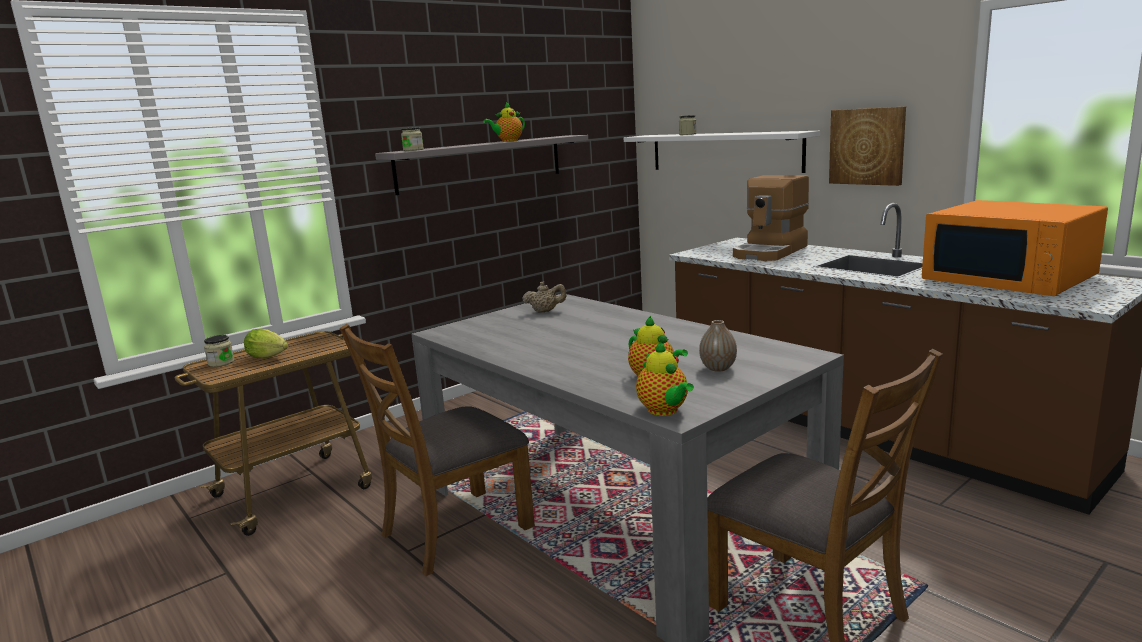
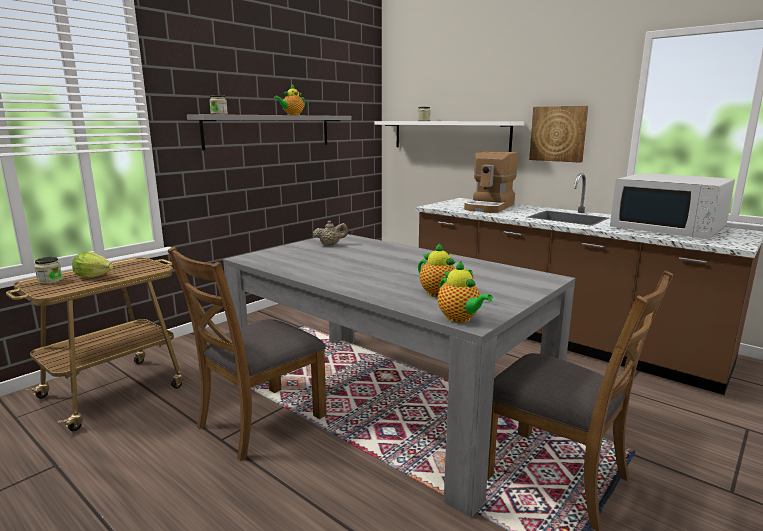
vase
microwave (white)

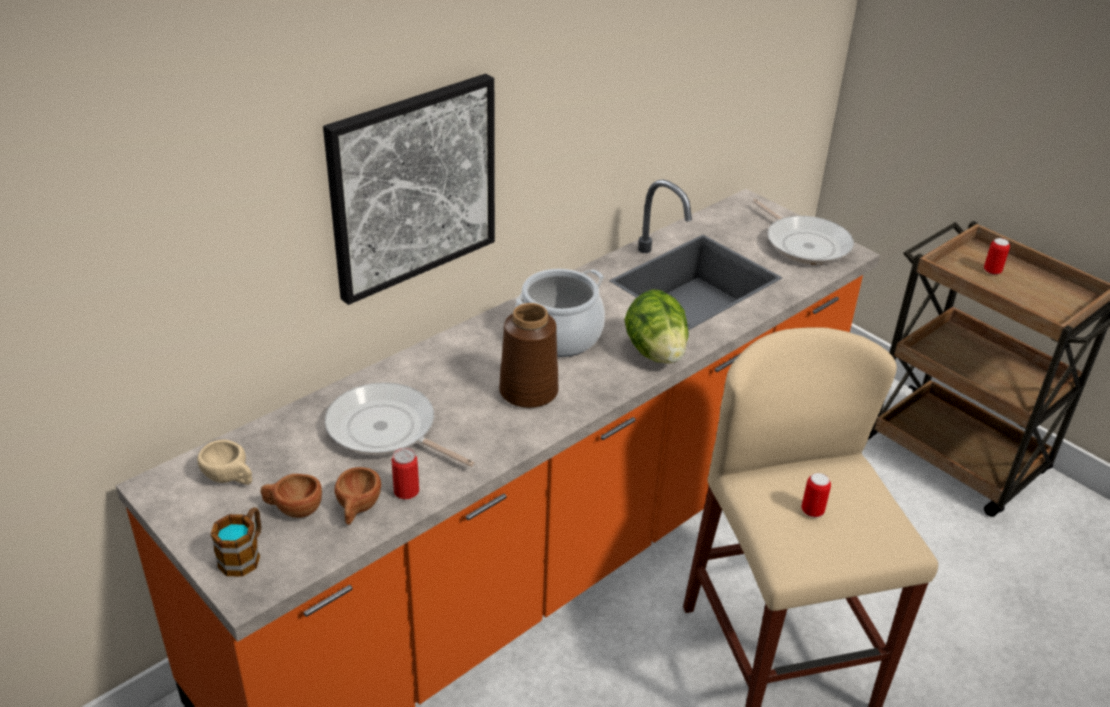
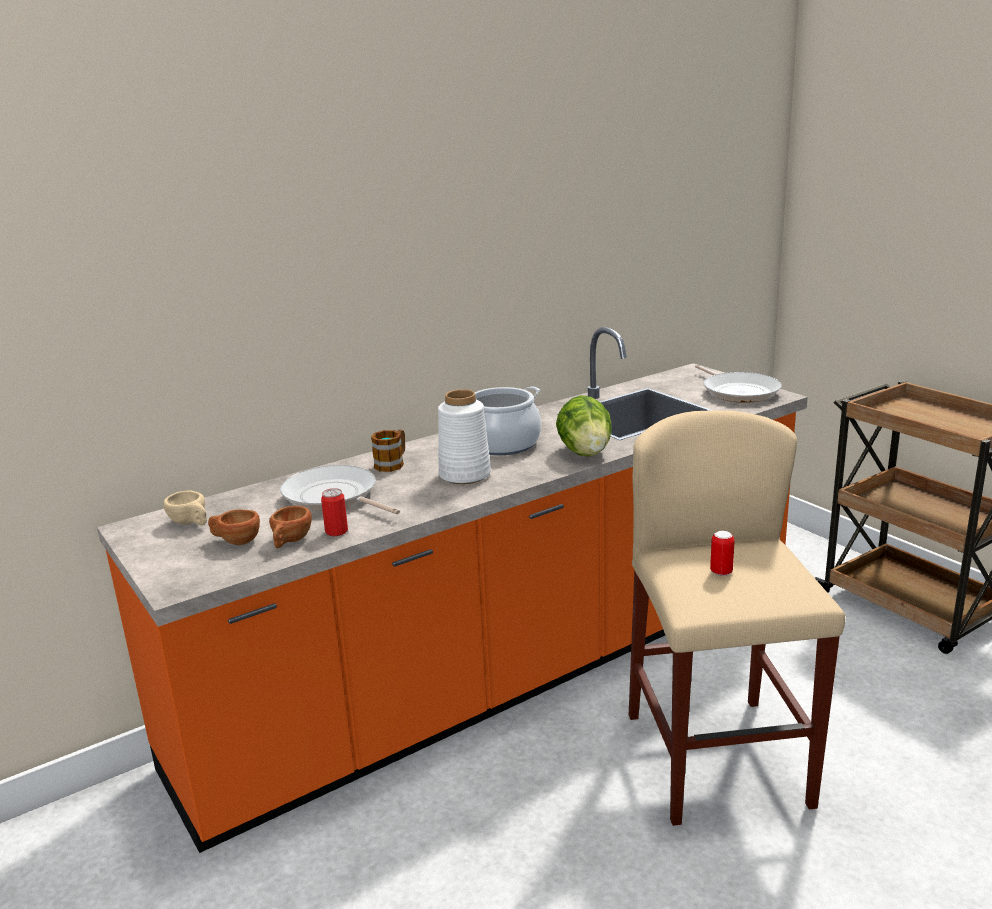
picture
can (no. 3 from left in the first image)
mug
vase (white)

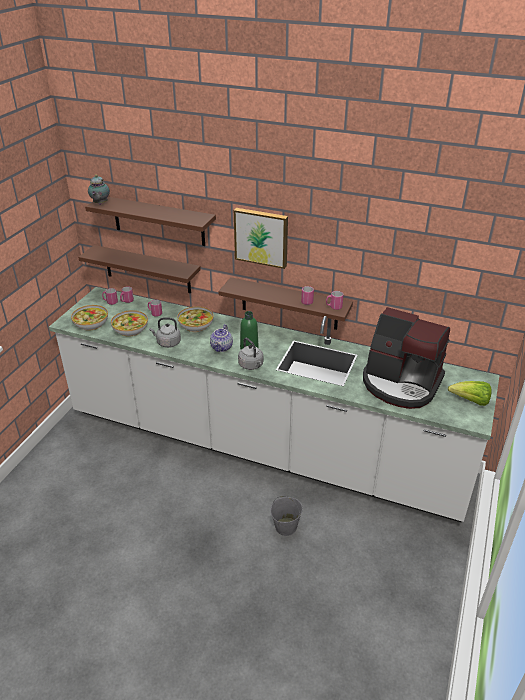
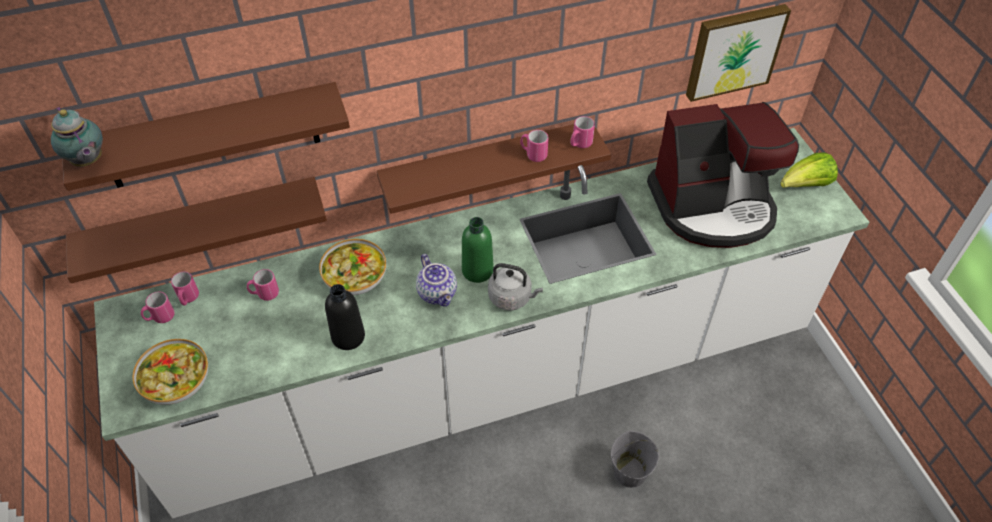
bowl (no. 2 from left in the first image)
picture
bottle (black)

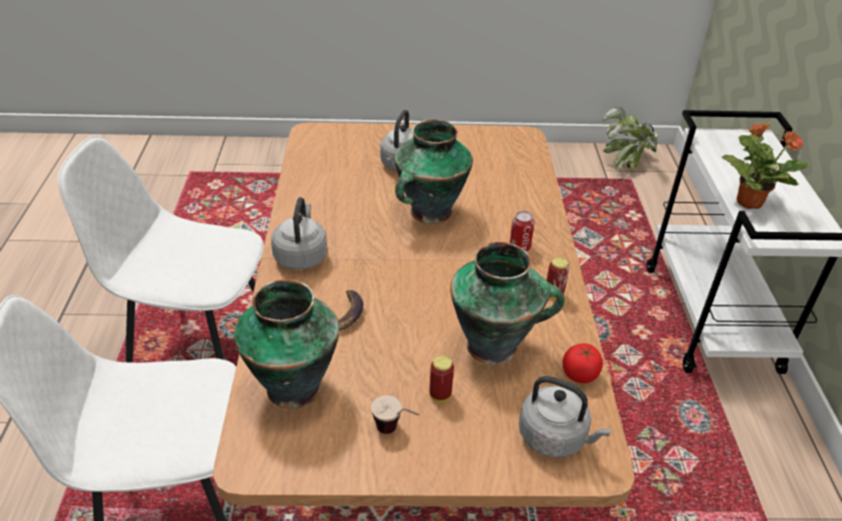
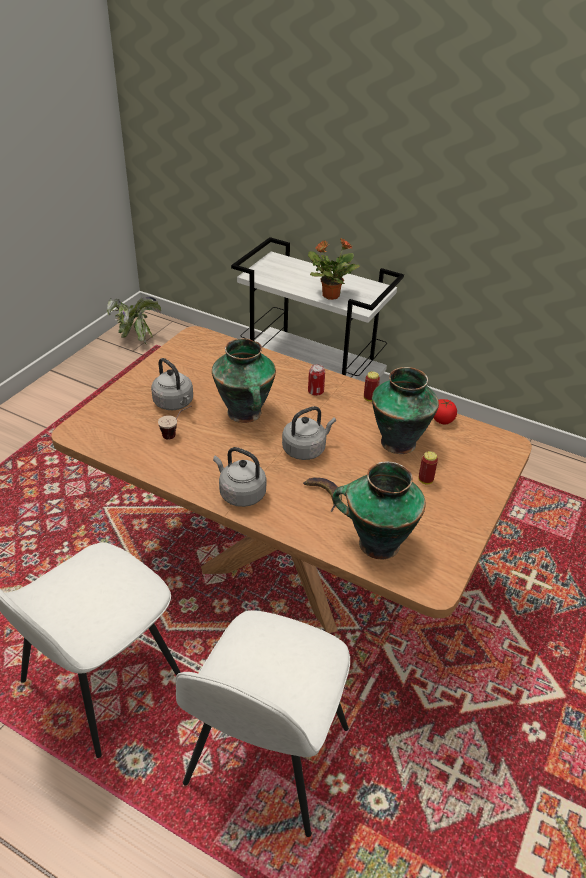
cup
kettle (grey) (no. 3 from left)

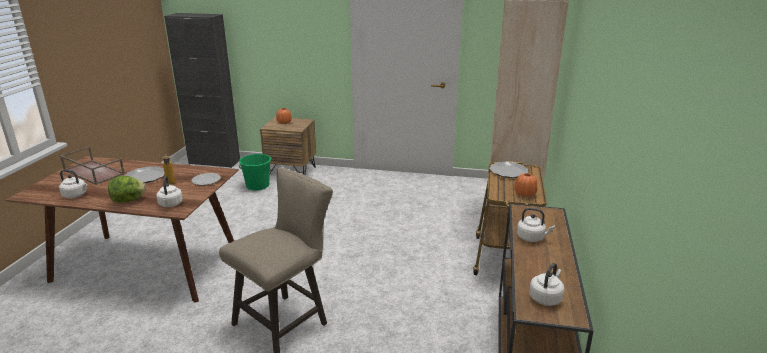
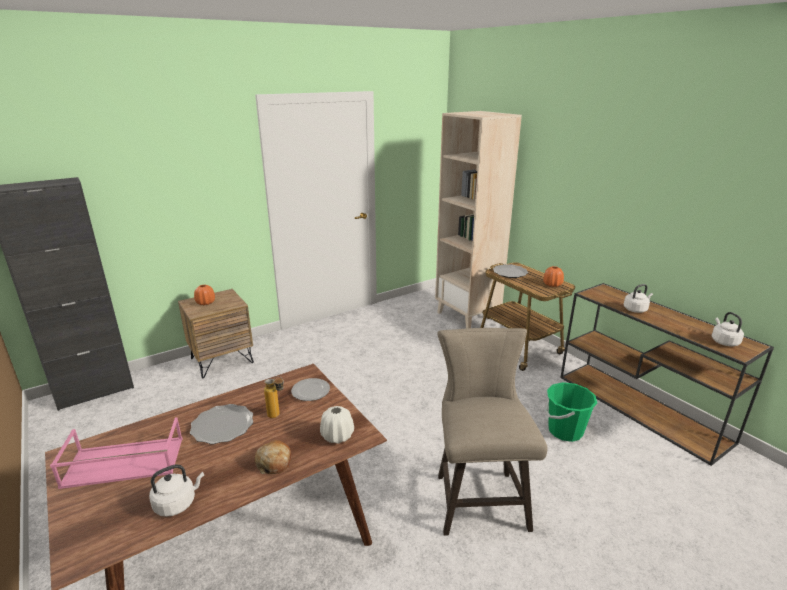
bucket (green)
bread
vase (white)
tray (pink)

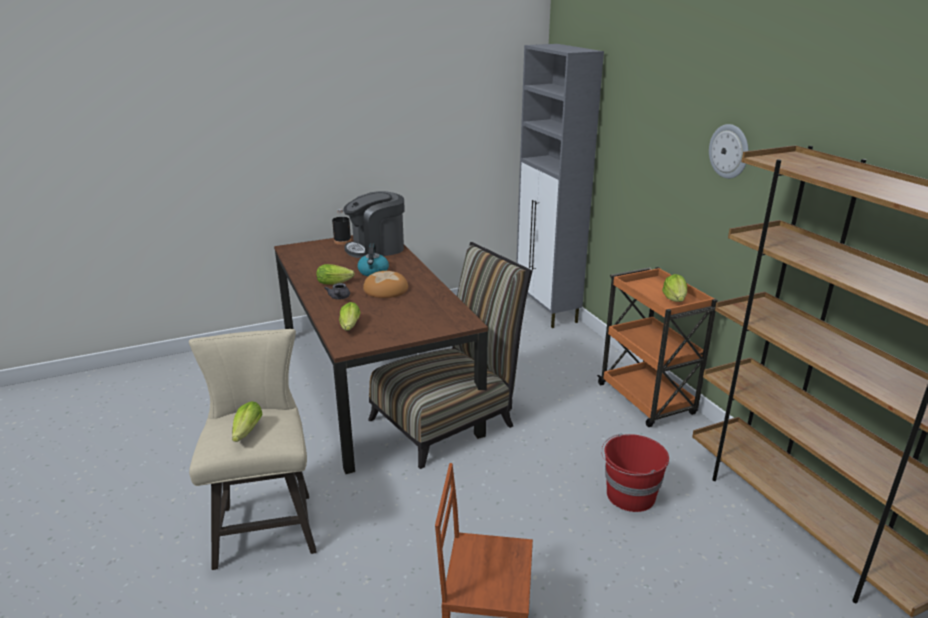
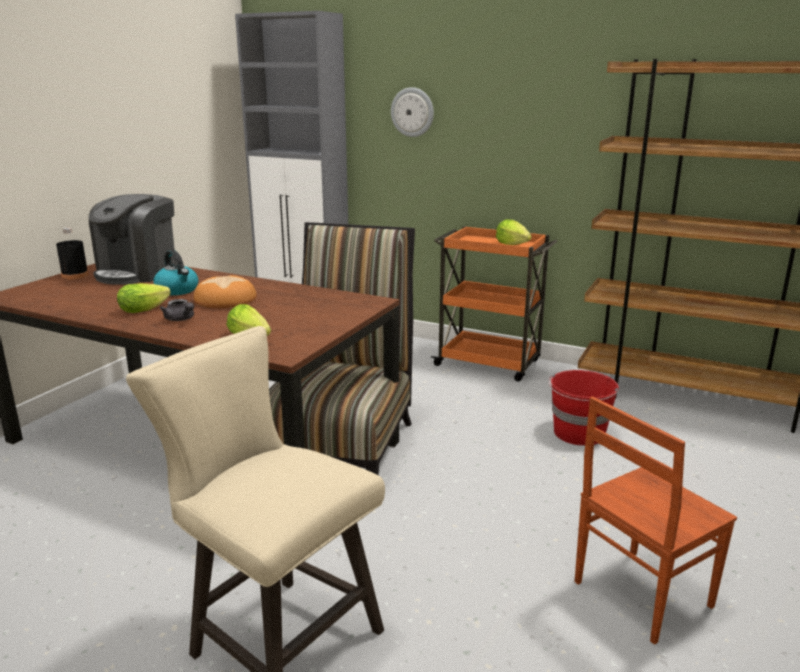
lettuce (no. 1 from left in the first image)
wall clock

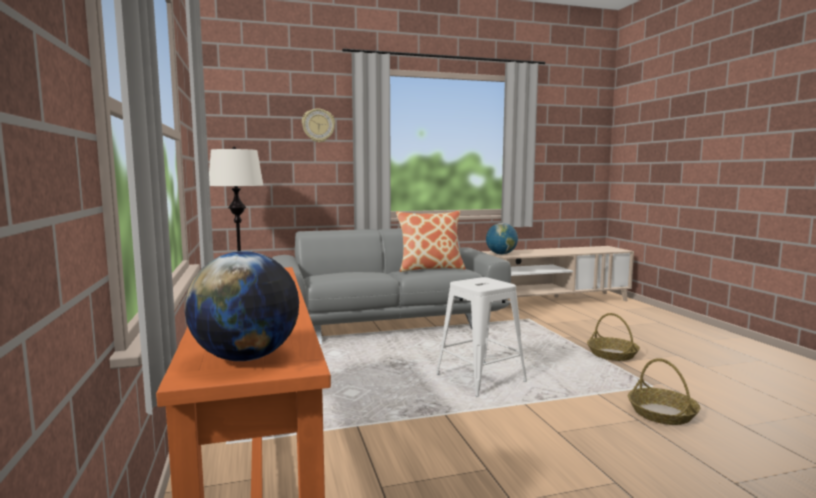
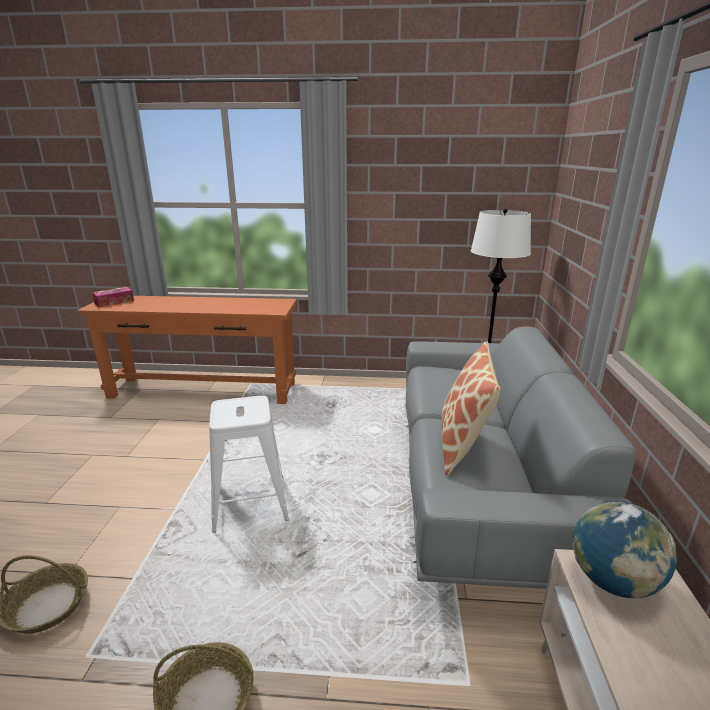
wall clock
tissue box

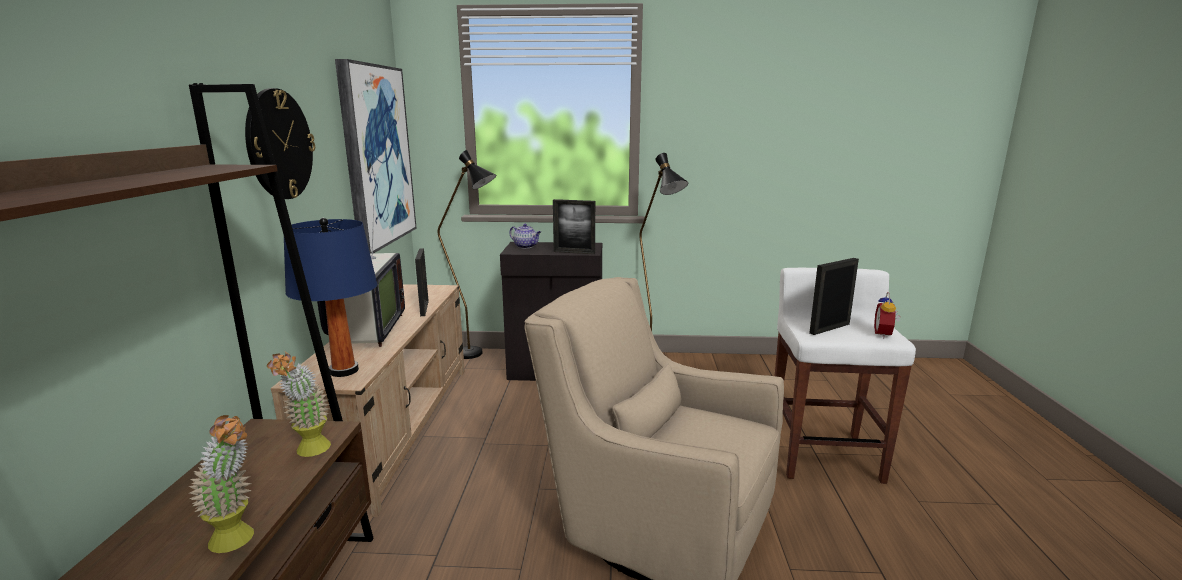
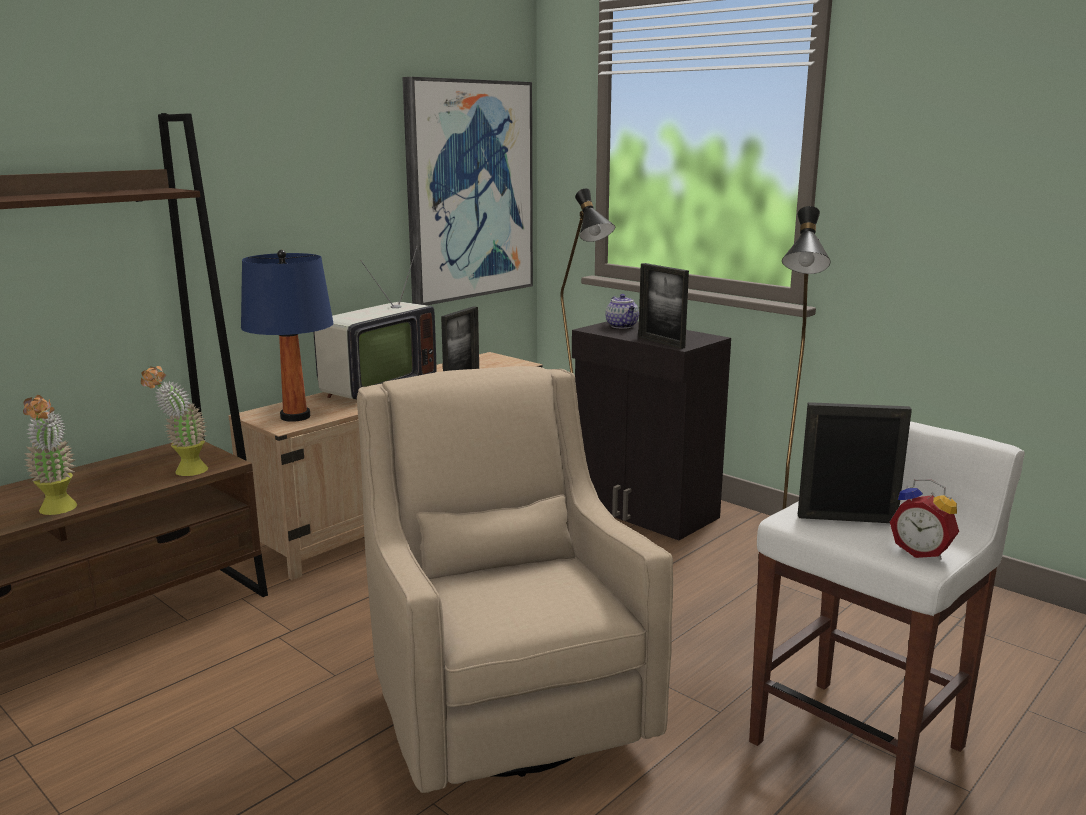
wall clock
alarm clock

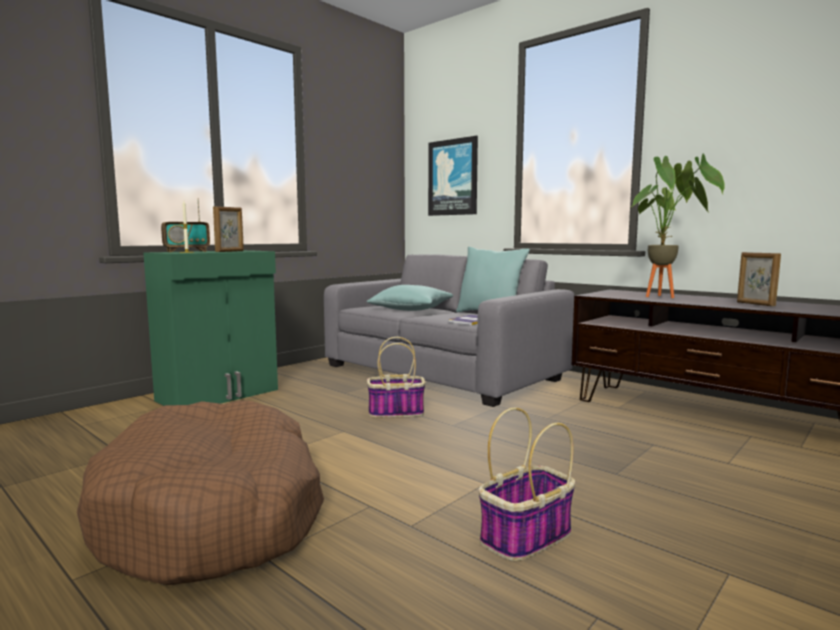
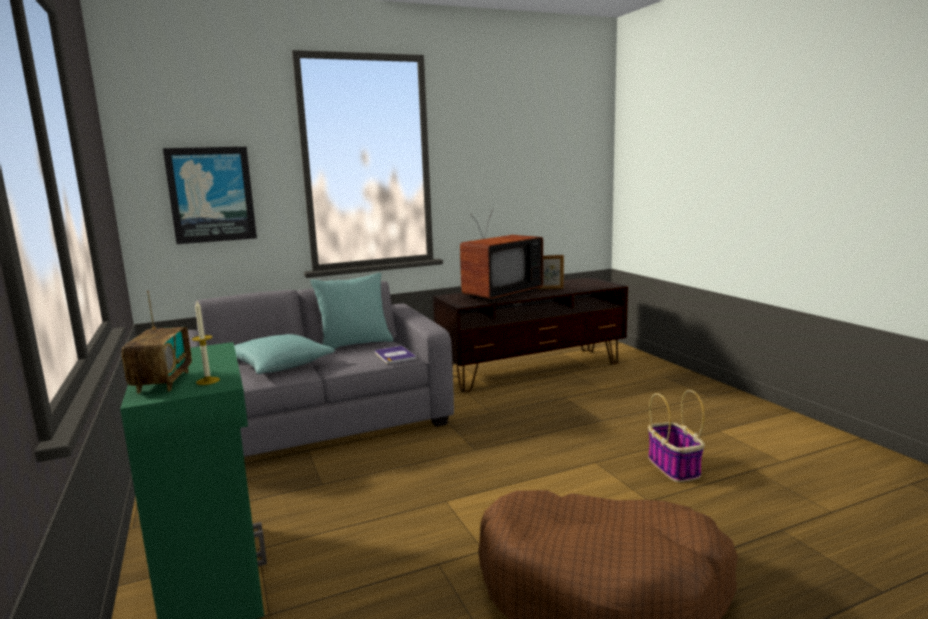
picture frame (no. 1 from left in the first image)
basket (no. 1 from left in the first image)
television

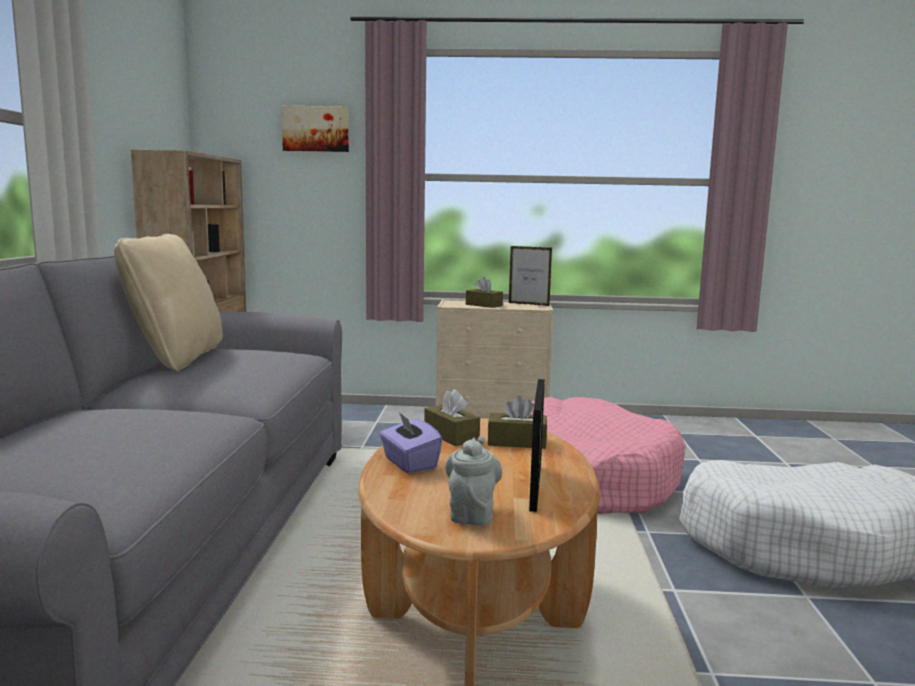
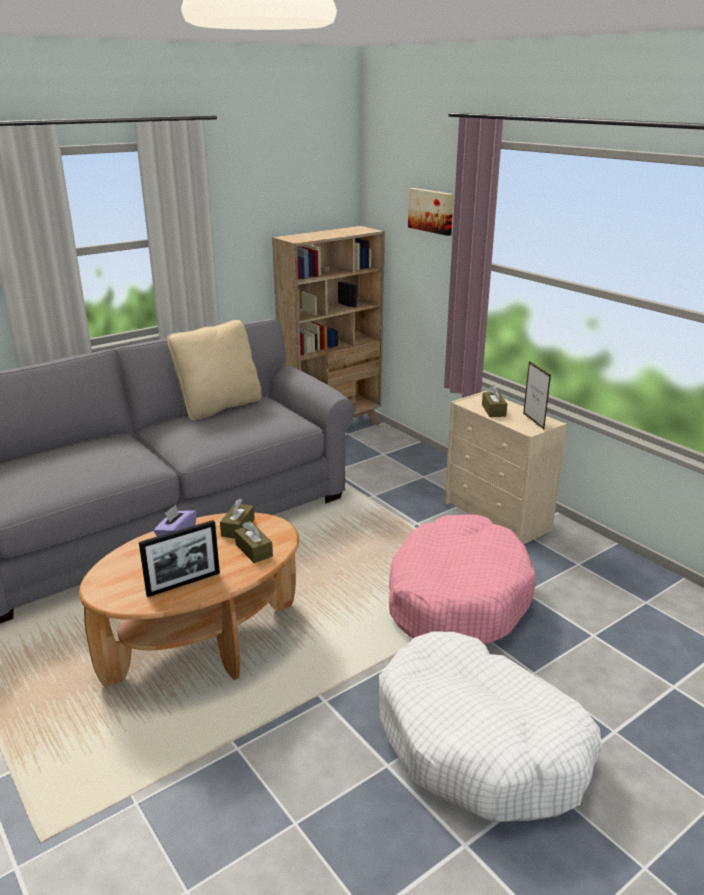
teapot (grey)

